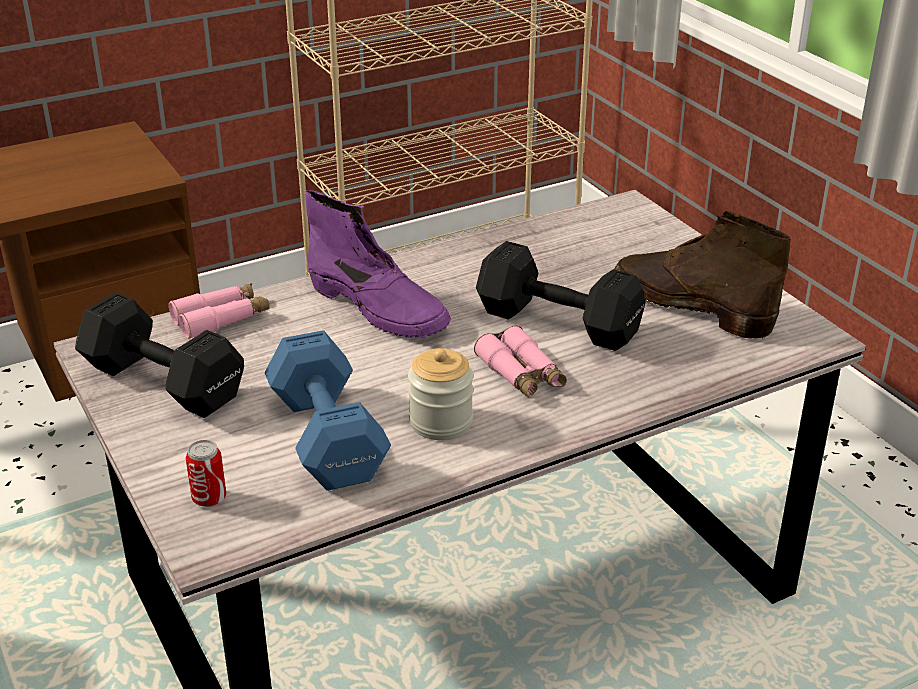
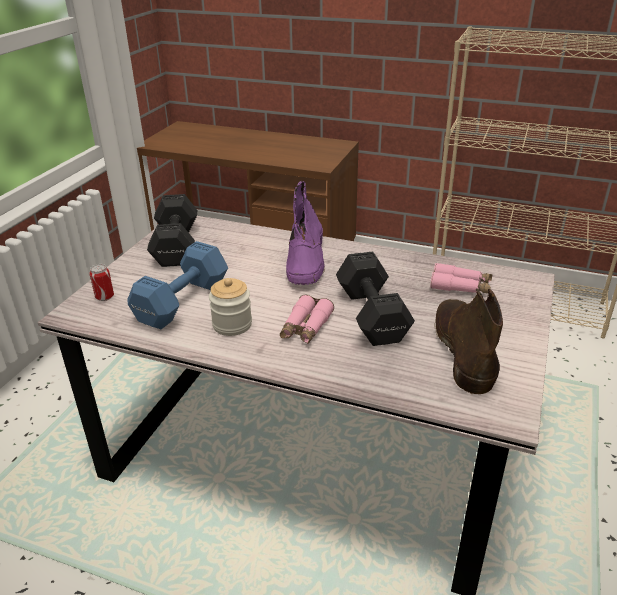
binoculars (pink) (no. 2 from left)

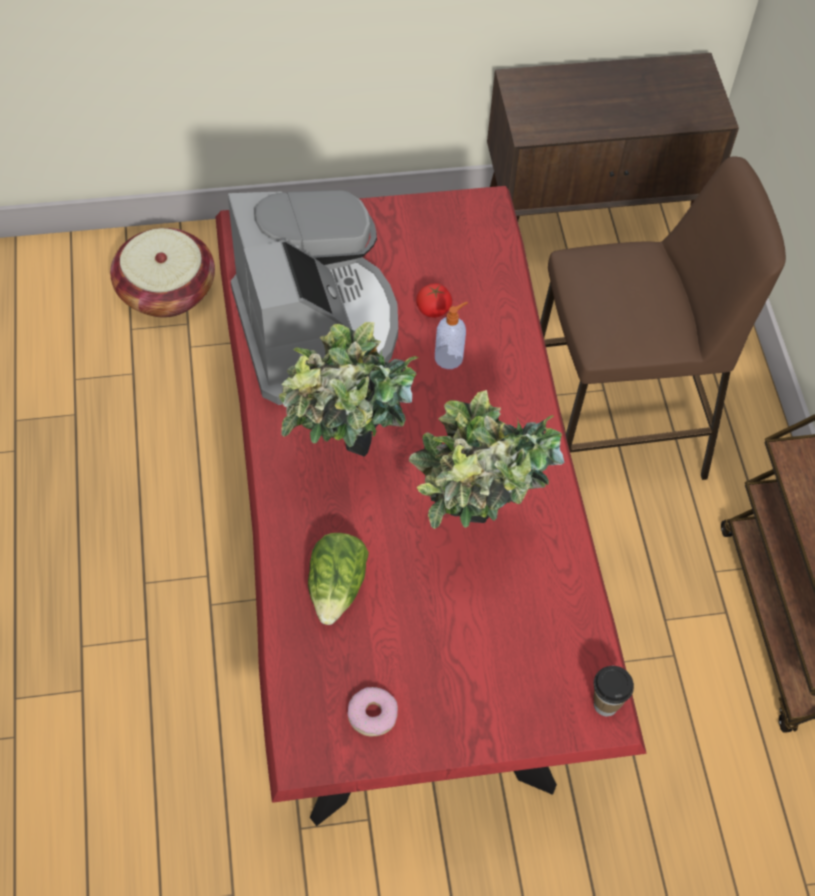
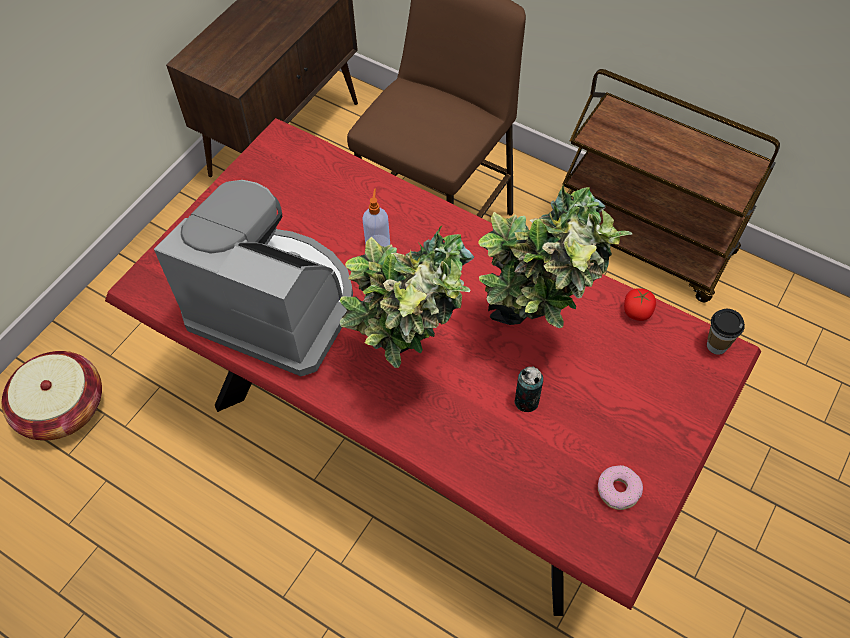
lettuce
can
tomato

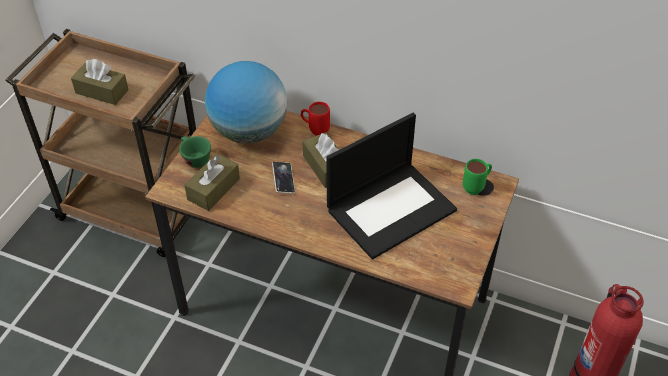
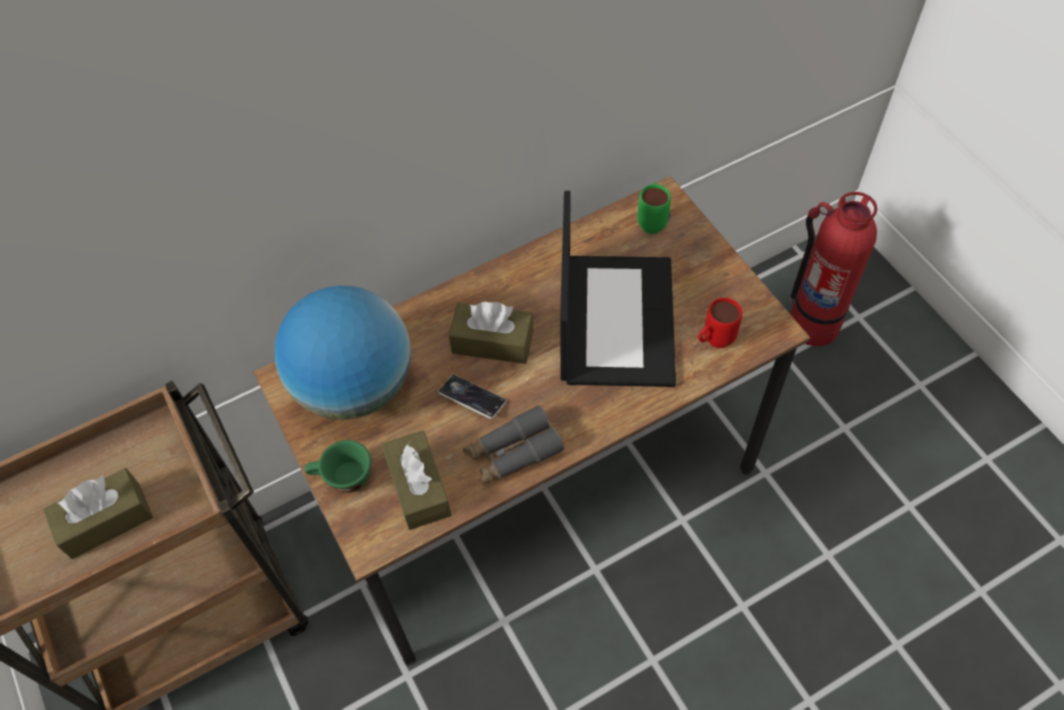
binoculars (grey)
mug (red)

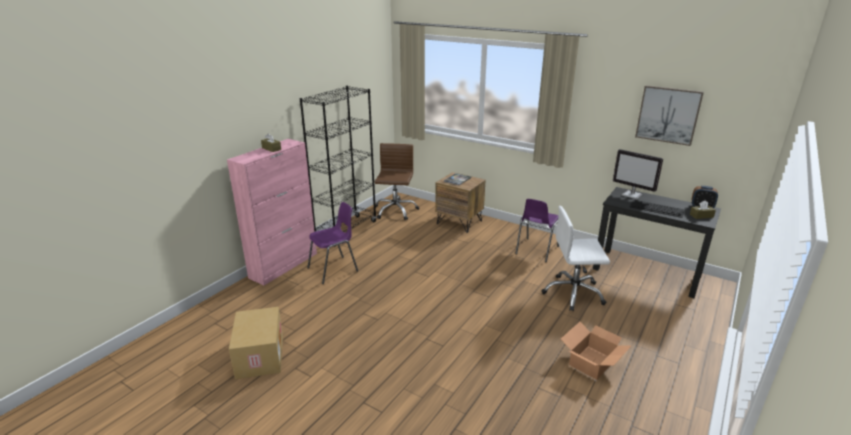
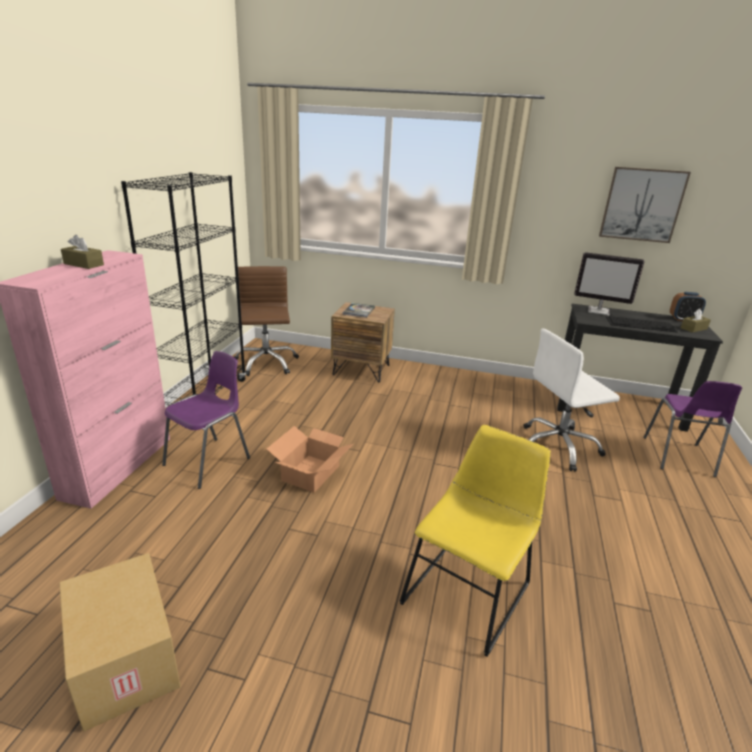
chair (yellow)
chair (purple) (no. 2 from left)
cardboard box (no. 2 from left)

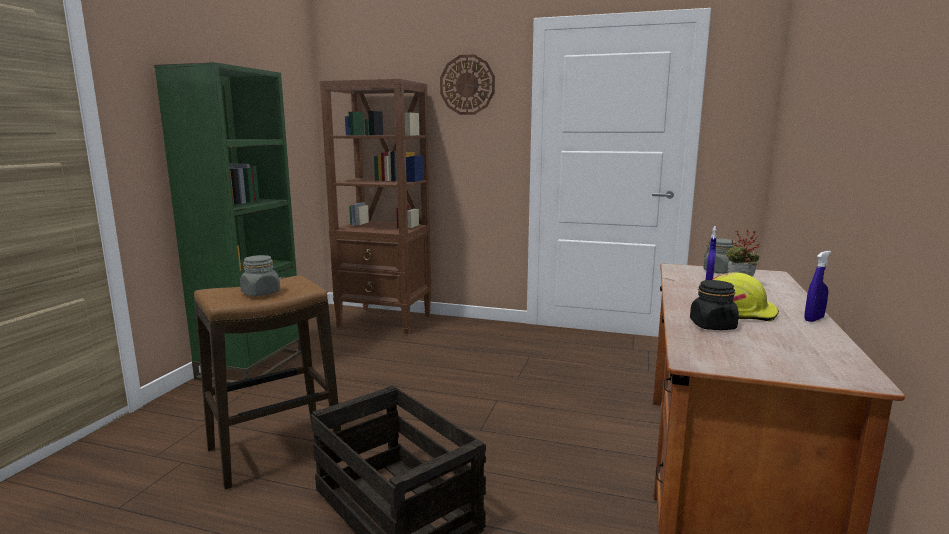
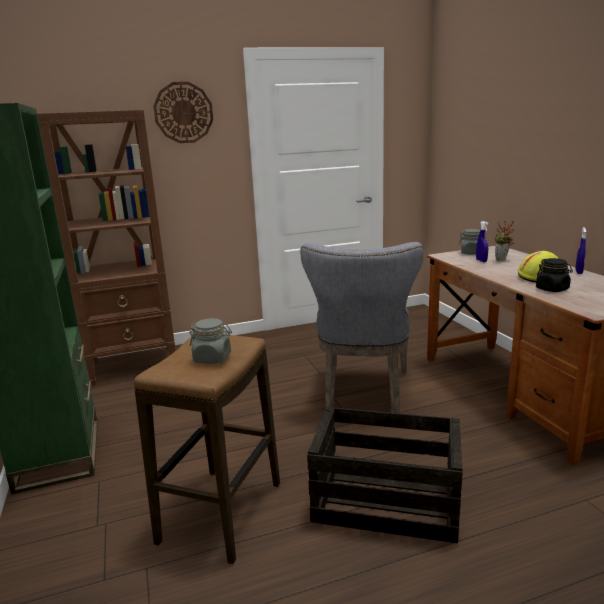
chair (grey)

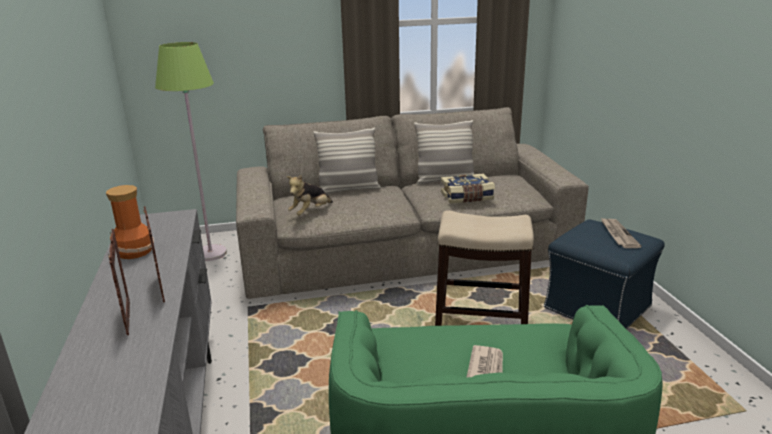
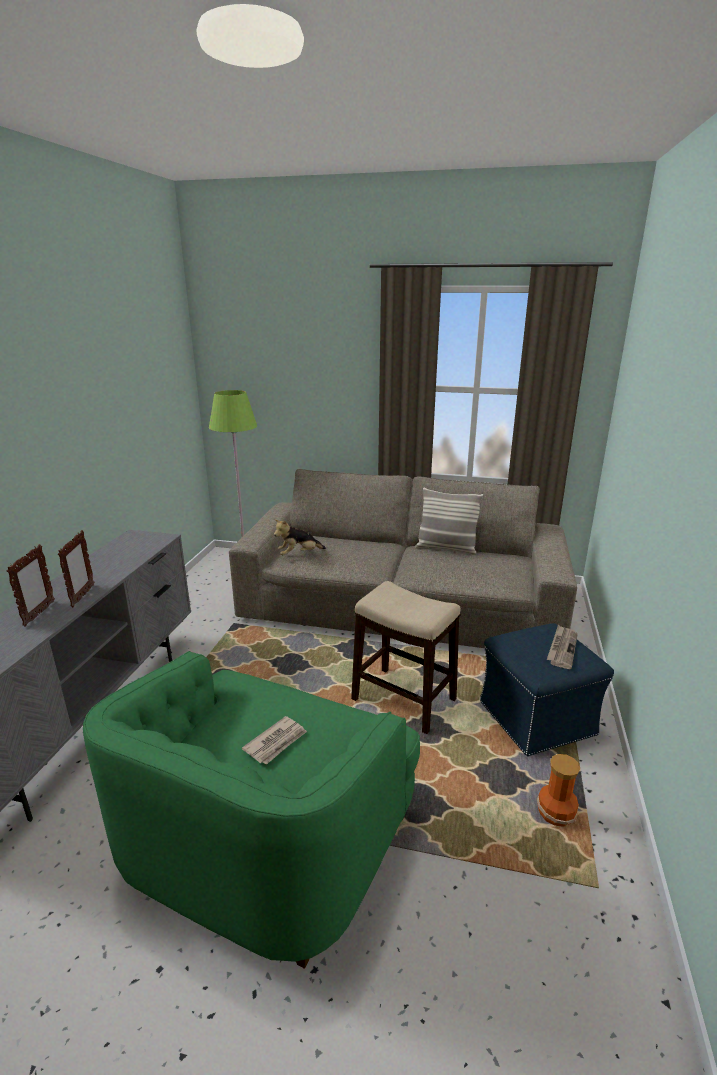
pillow (no. 1 from left in the first image)
book
vase

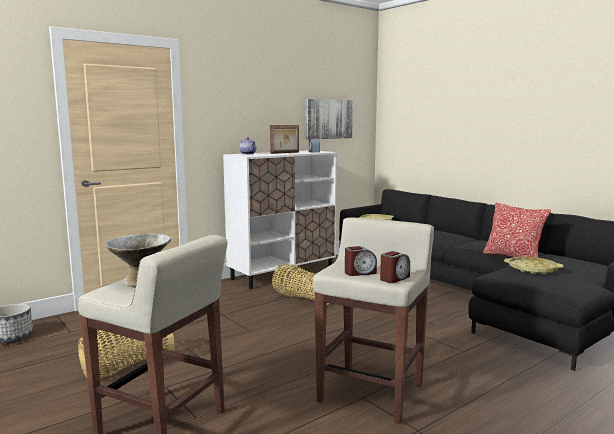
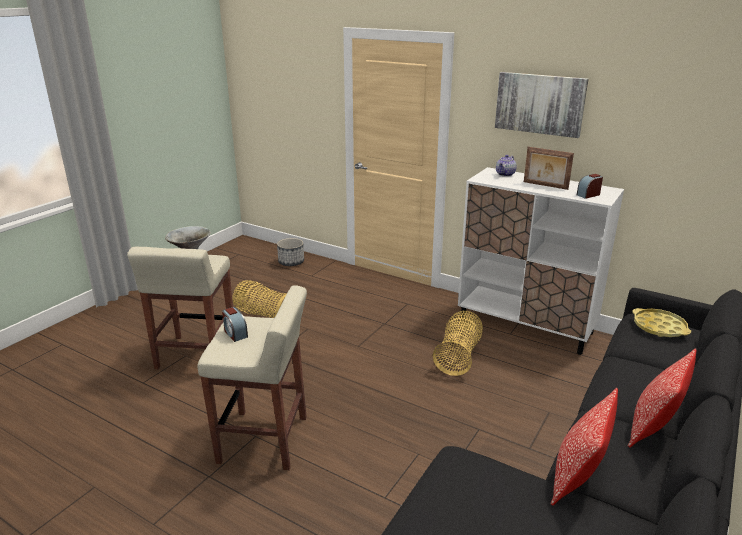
alarm clock (no. 3 from left in the first image)
tray (yellow) (no. 2 from left in the first image)
pillow (no. 2 from left)
picture

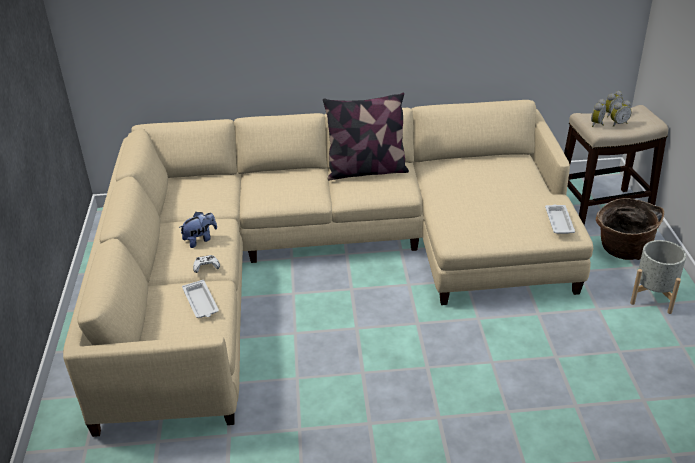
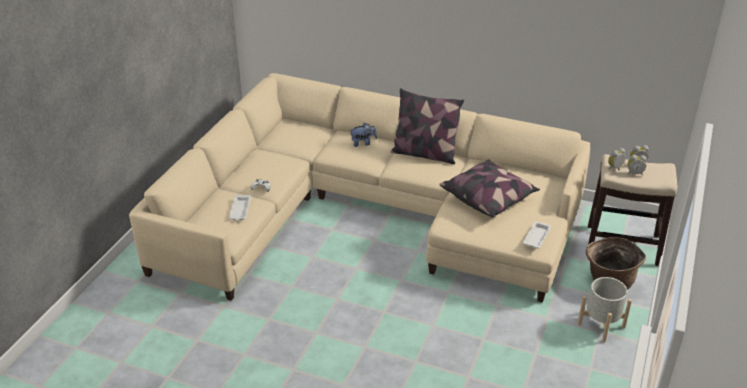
pillow (no. 2 from left)
plush toy

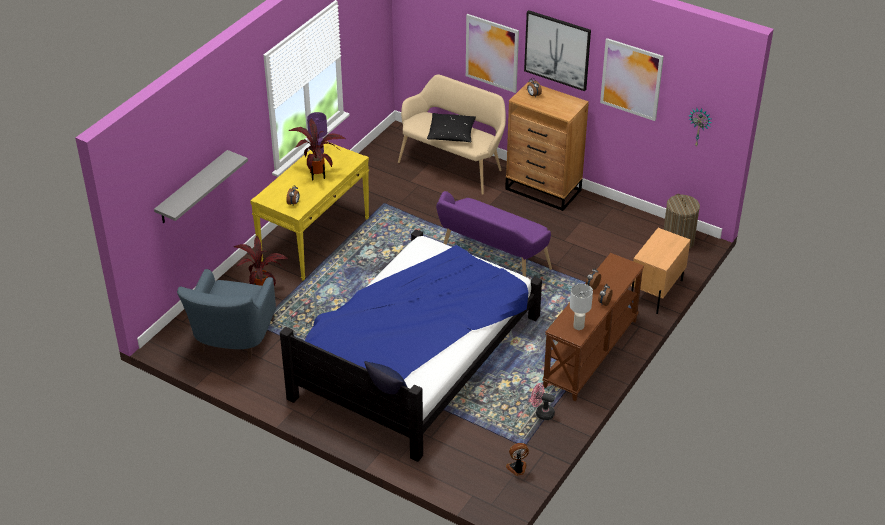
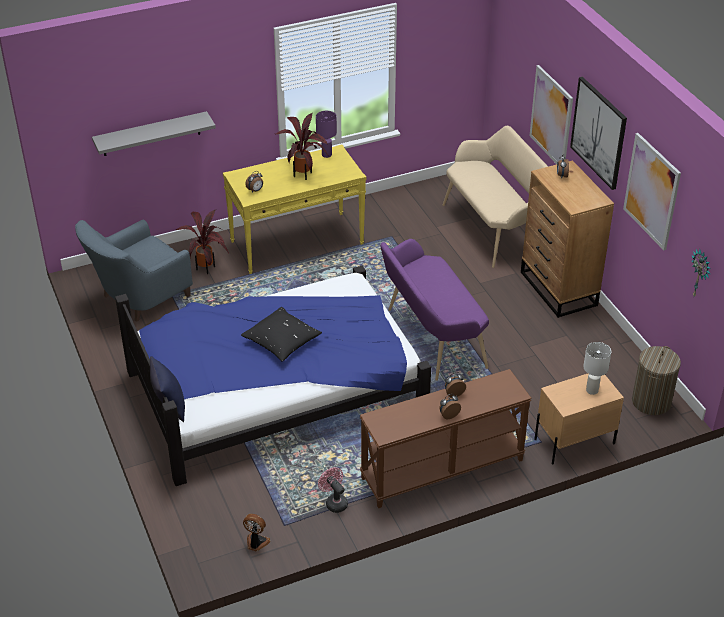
pillow (black)
table lamp (white)

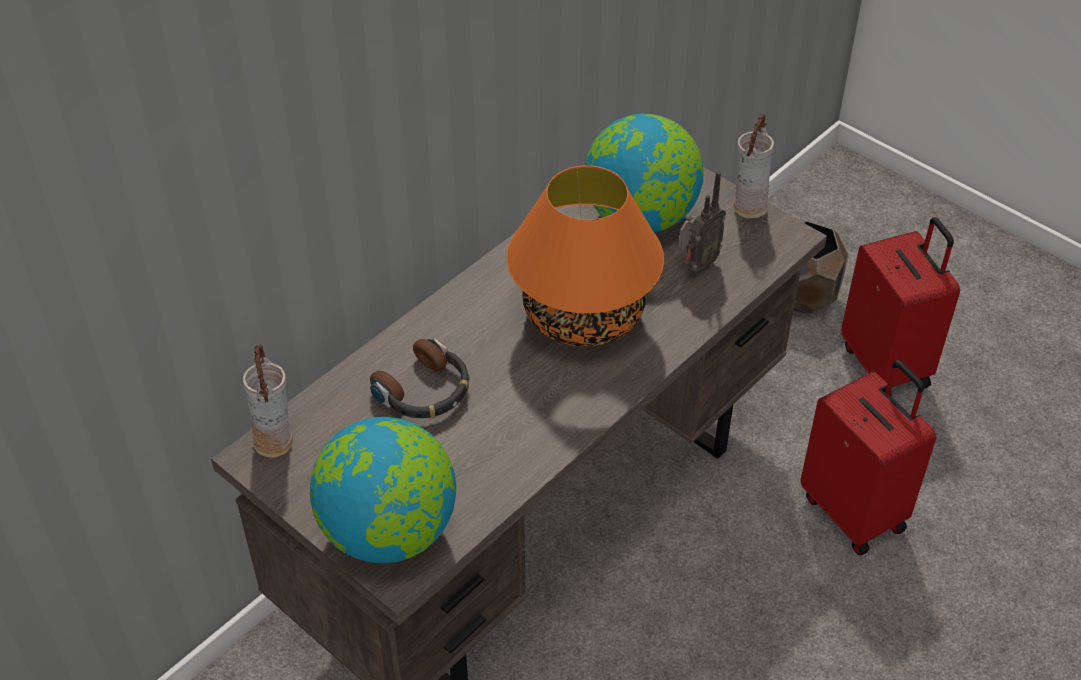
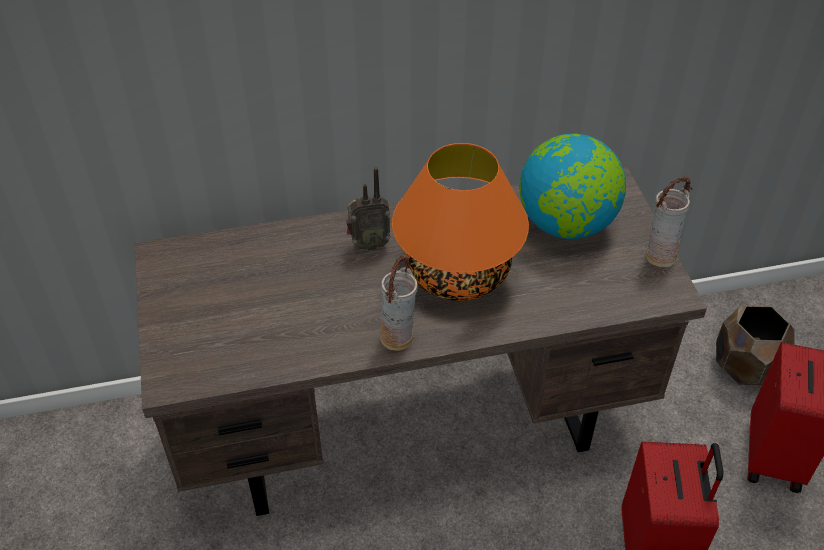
globe (no. 1 from left in the first image)
headphones
vase (no. 1 from left)
radio

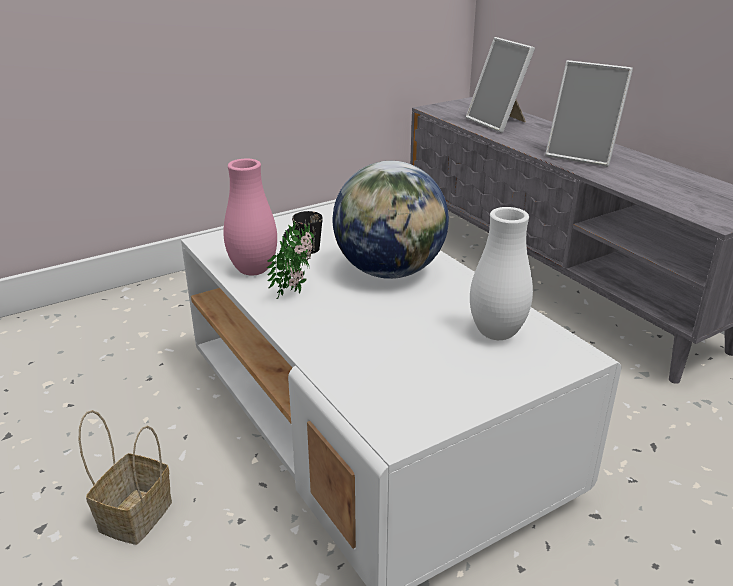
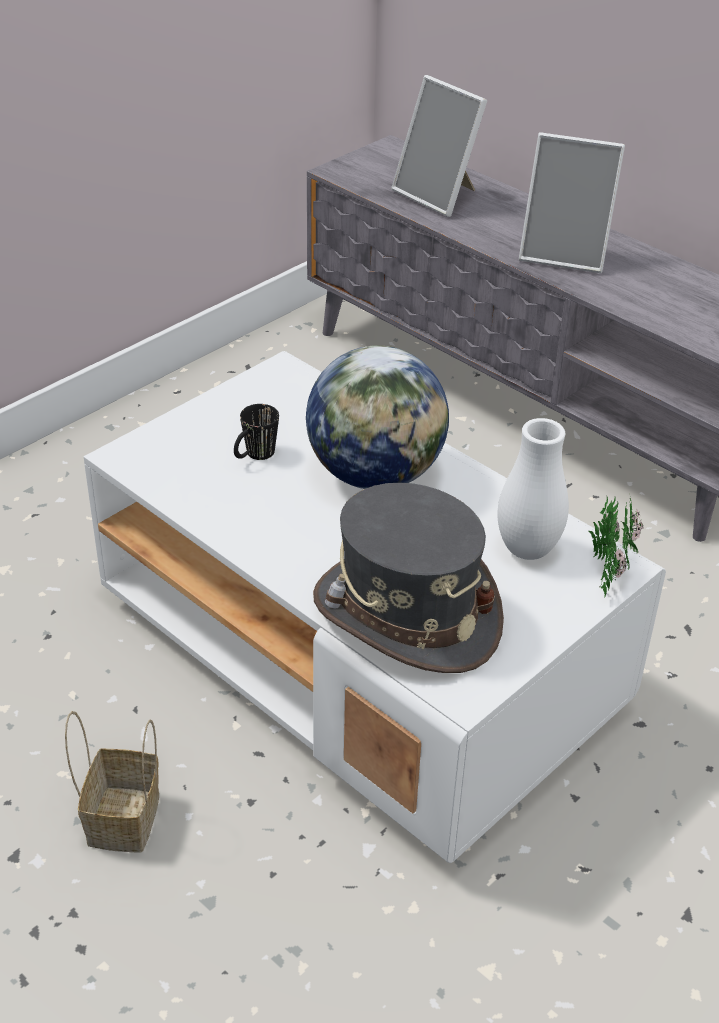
vase (pink)
hat (grey)
potted plant

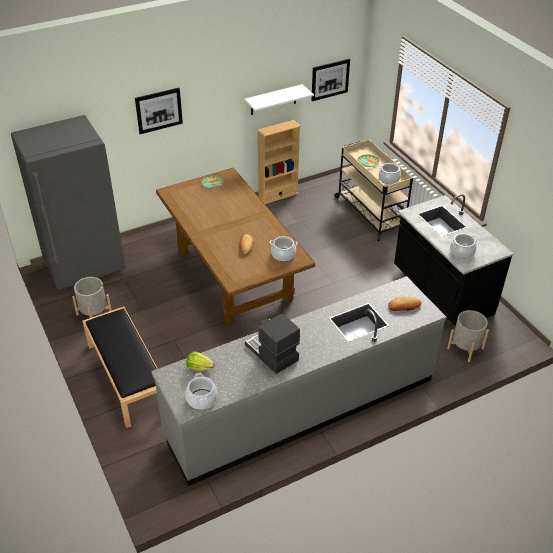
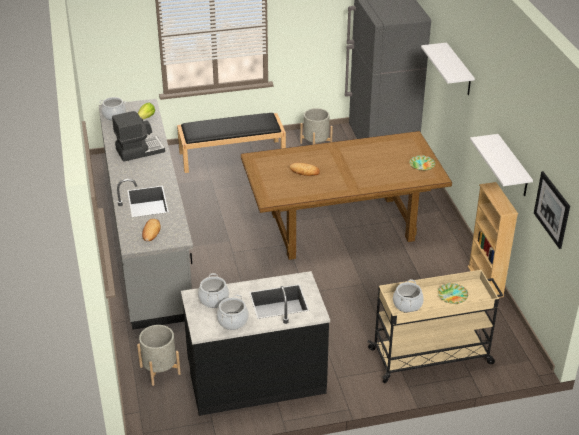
cooking pot (no. 3 from left)
shelf (white) (no. 1 from left)

